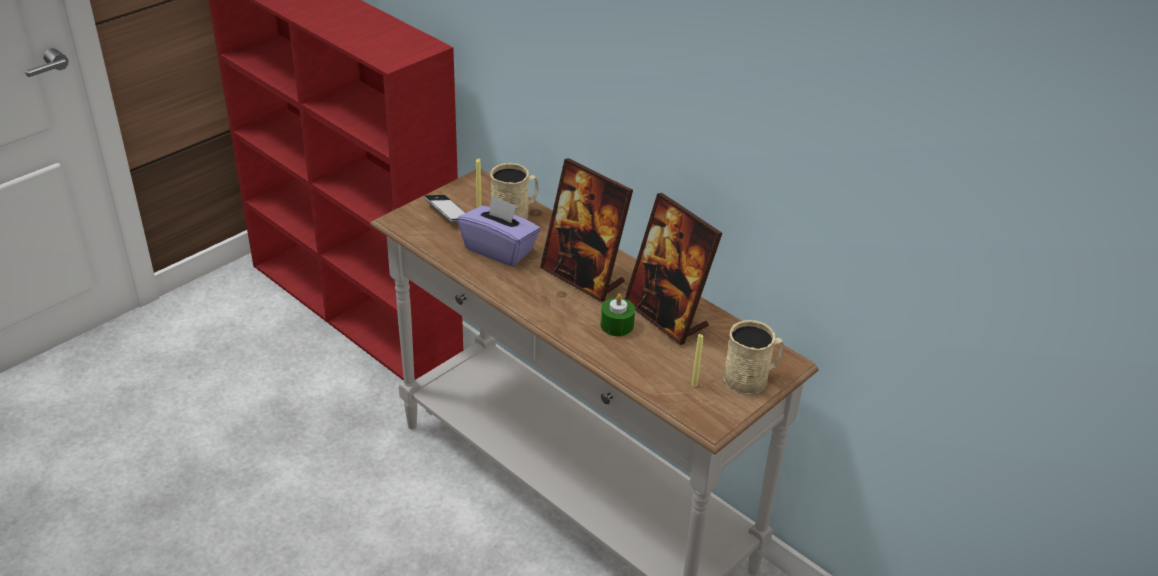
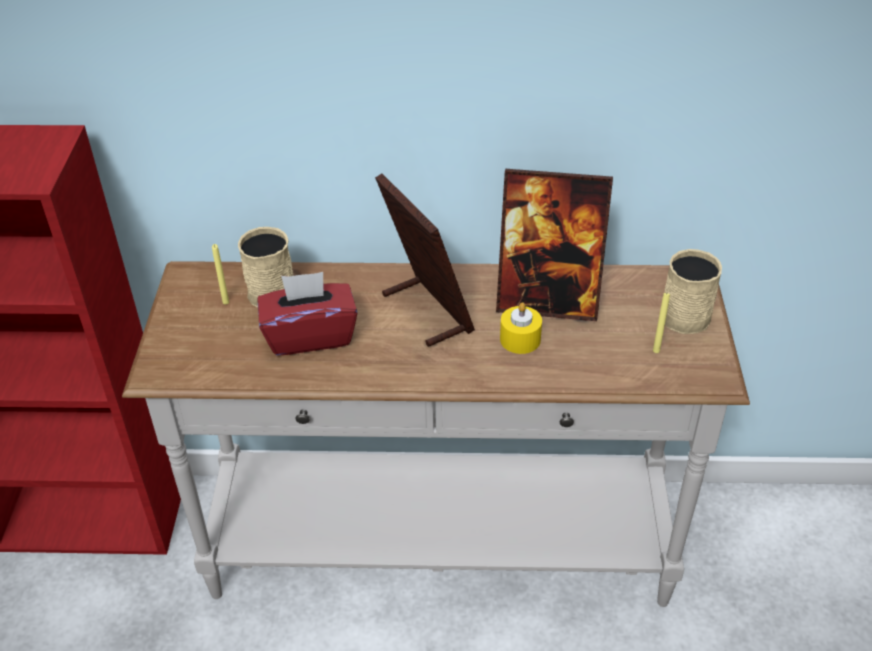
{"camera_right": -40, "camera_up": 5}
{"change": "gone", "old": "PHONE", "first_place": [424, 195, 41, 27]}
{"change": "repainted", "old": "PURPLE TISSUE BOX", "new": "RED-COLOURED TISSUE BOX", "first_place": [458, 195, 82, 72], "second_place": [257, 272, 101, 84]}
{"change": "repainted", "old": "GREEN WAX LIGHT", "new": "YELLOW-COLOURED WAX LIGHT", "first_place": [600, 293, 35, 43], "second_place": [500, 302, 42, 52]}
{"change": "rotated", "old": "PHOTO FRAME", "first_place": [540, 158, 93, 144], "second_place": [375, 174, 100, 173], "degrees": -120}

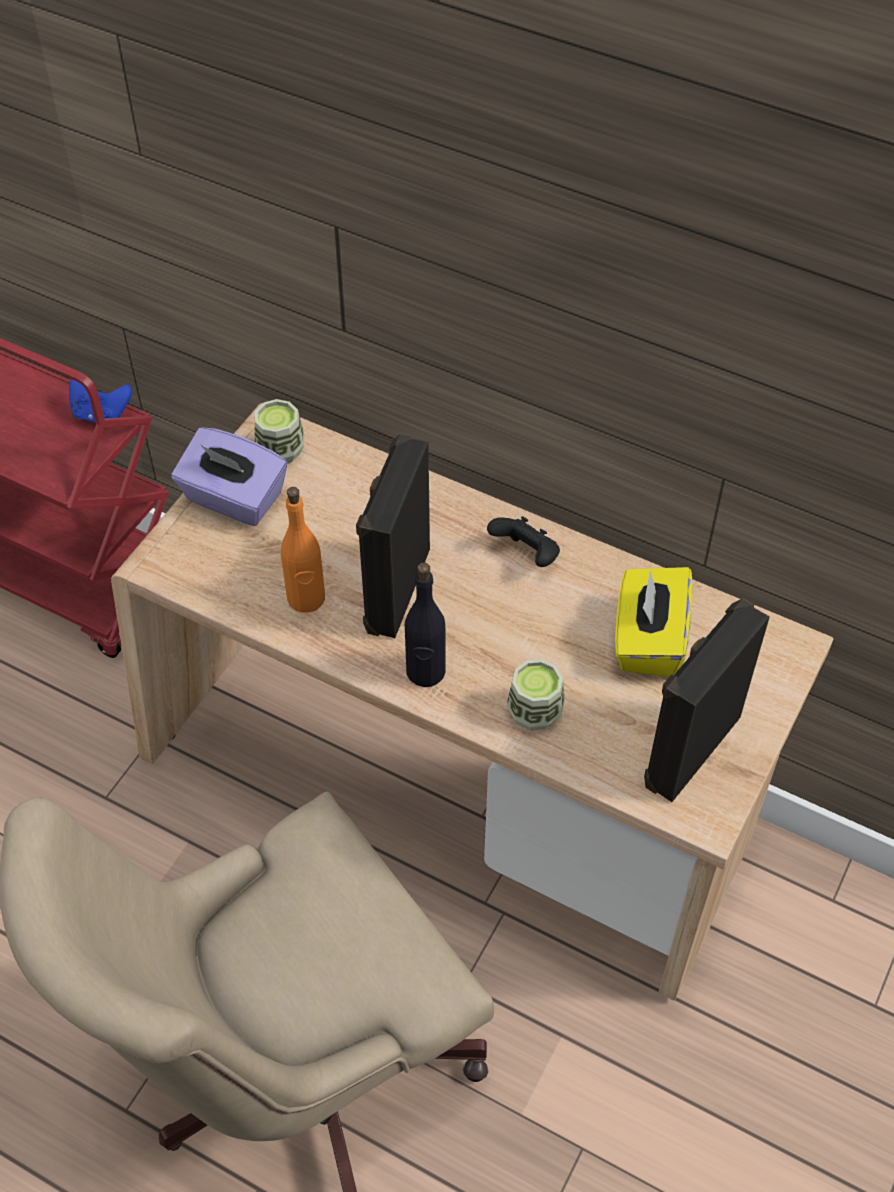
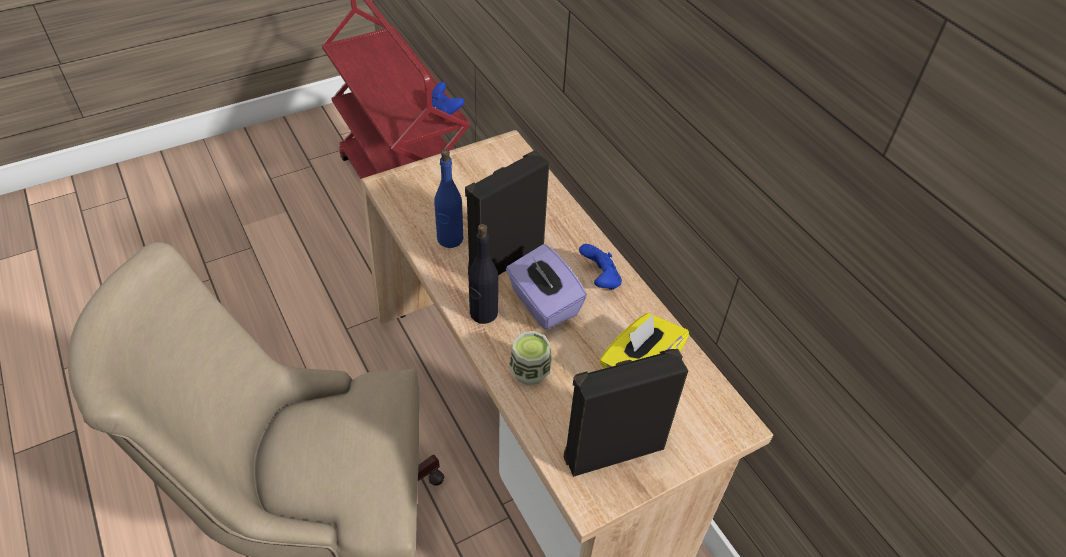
{"camera_right": 30, "camera_up": -5}
{"change": "gone", "old": "SMALL CUP", "first_place": [255, 399, 49, 64]}
{"change": "shifted", "old": "PURPLE TISSUE BOX", "first_place": [172, 427, 115, 99], "second_place": [506, 244, 81, 85]}
{"change": "repainted", "old": "ORANGE-COLOURED DRINK BOTTLE", "new": "BLUISH DRINK BOTTLE", "first_place": [281, 487, 44, 126], "second_place": [434, 149, 29, 99]}
{"change": "repainted", "old": "BLACK GAME CONTROLLER", "new": "BLUISH GAME CONTROLLER", "first_place": [487, 516, 73, 51], "second_place": [579, 244, 43, 46]}

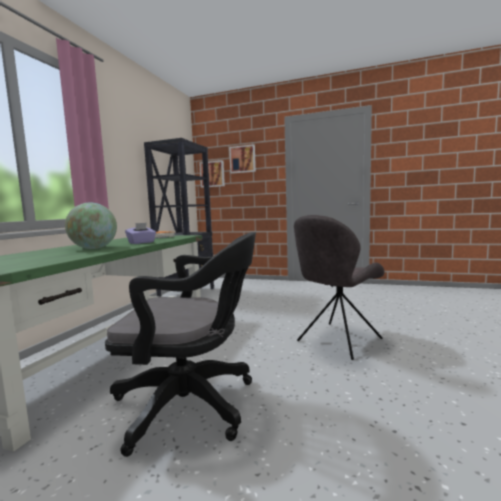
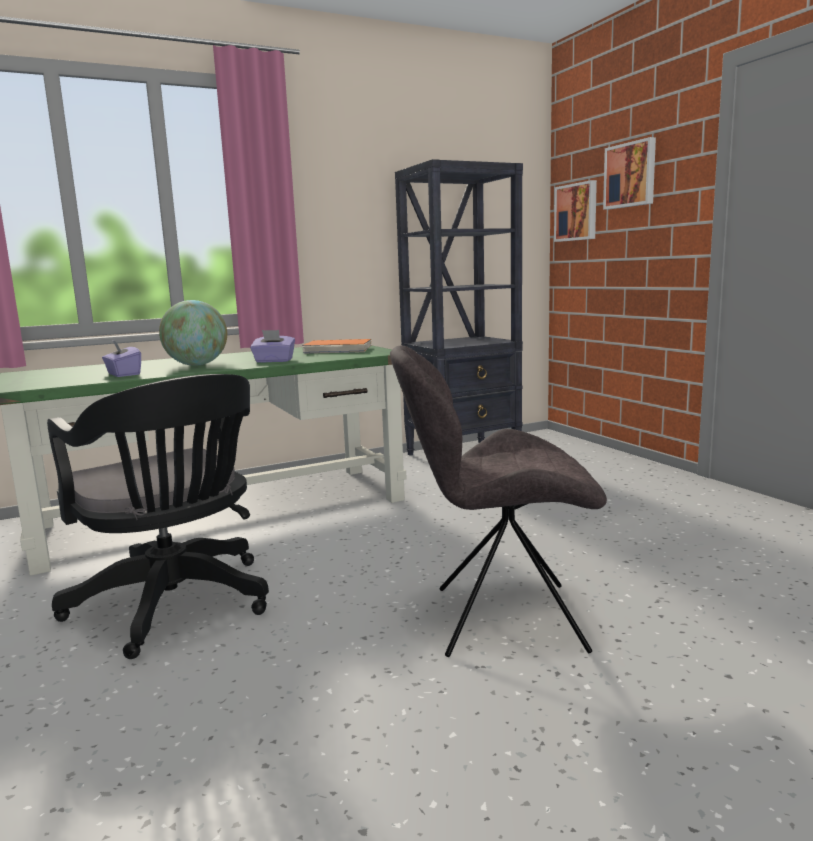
{"camera_right": 45, "camera_up": 5}
{"change": "new", "new": "PURPLE TISSUE BOX", "second_place": [102, 341, 39, 36]}

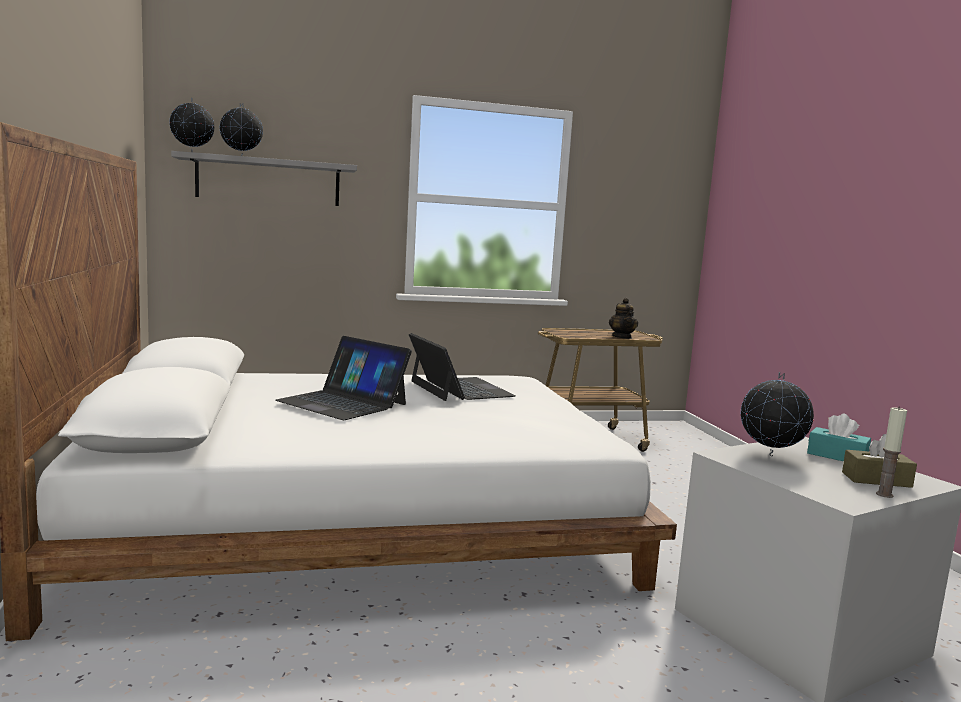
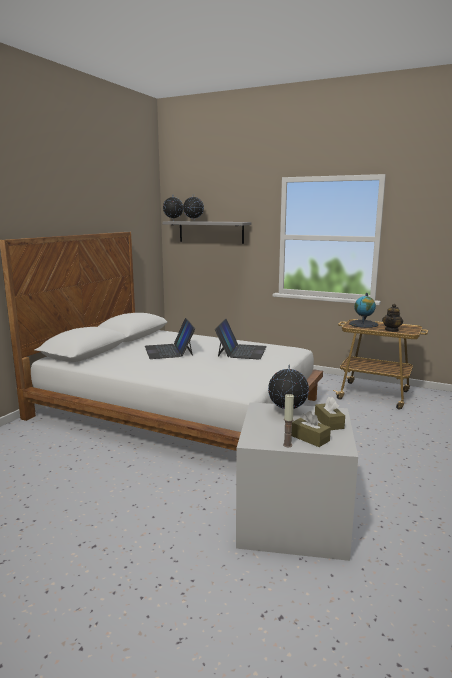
{"camera_right": 40, "camera_up": 5}
{"change": "new", "new": "DESK GLOBE", "second_place": [349, 293, 29, 35]}
{"change": "repainted", "old": "TURQUOISE-COLOURED TISSUE BOX", "new": "BROWNISH TISSUE BOX", "first_place": [807, 414, 64, 47], "second_place": [315, 397, 30, 33]}

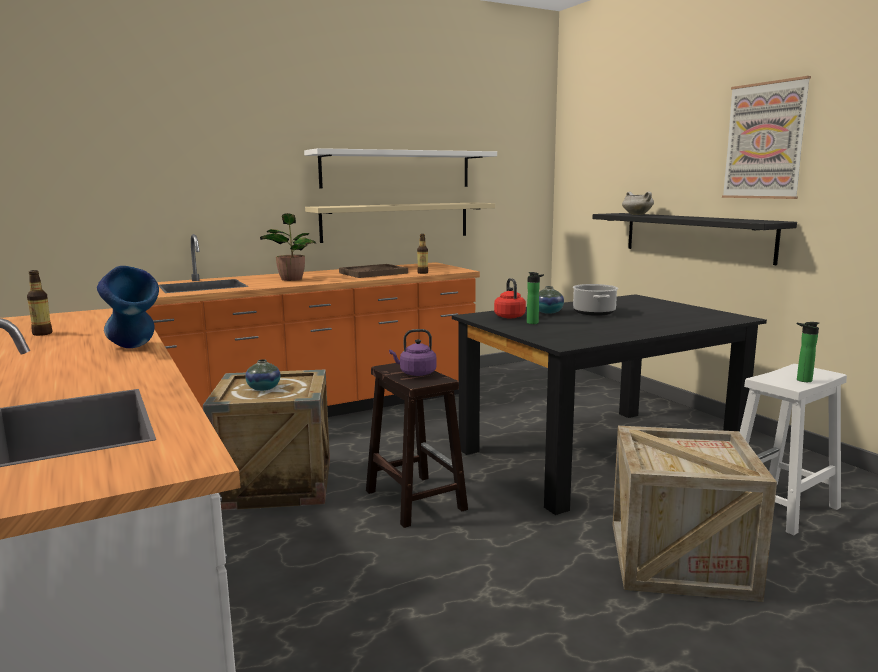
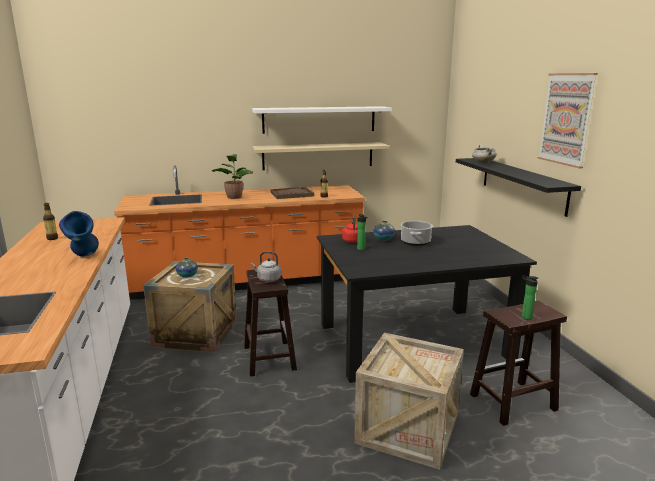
{"camera_right": 15, "camera_up": 5}
{"change": "repainted", "old": "PURPLE KETTLE", "new": "GREYISH KETTLE", "first_place": [389, 329, 47, 47], "second_place": [251, 251, 30, 31]}
{"change": "repainted", "old": "WHITE-COLOURED SITTING STOOL", "new": "BROWNISH SITTING STOOL", "first_place": [740, 364, 107, 171], "second_place": [470, 301, 97, 125]}

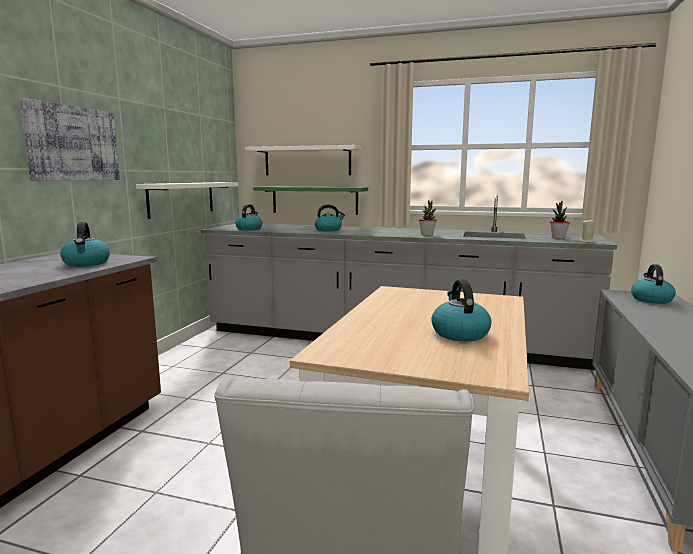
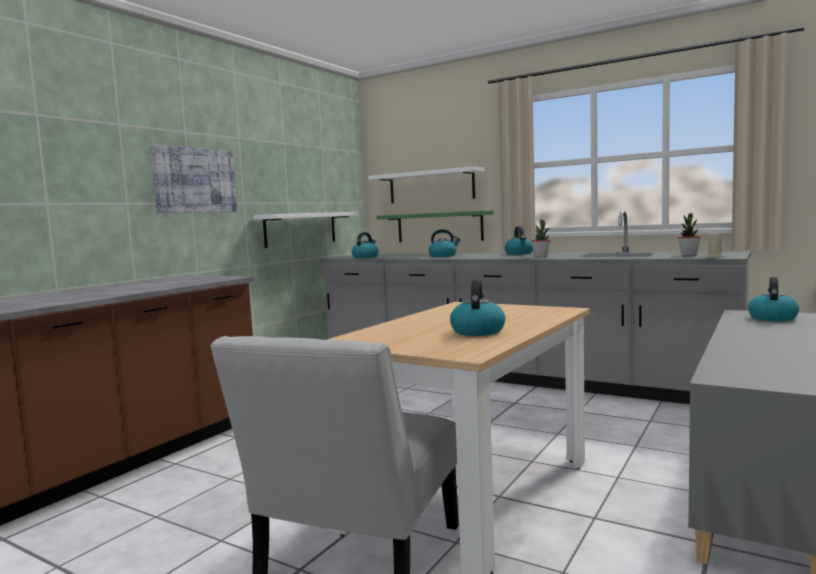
{"camera_right": 15, "camera_up": -5}
{"change": "shifted", "old": "KETTLE", "first_place": [60, 222, 50, 44], "second_place": [505, 226, 28, 29]}

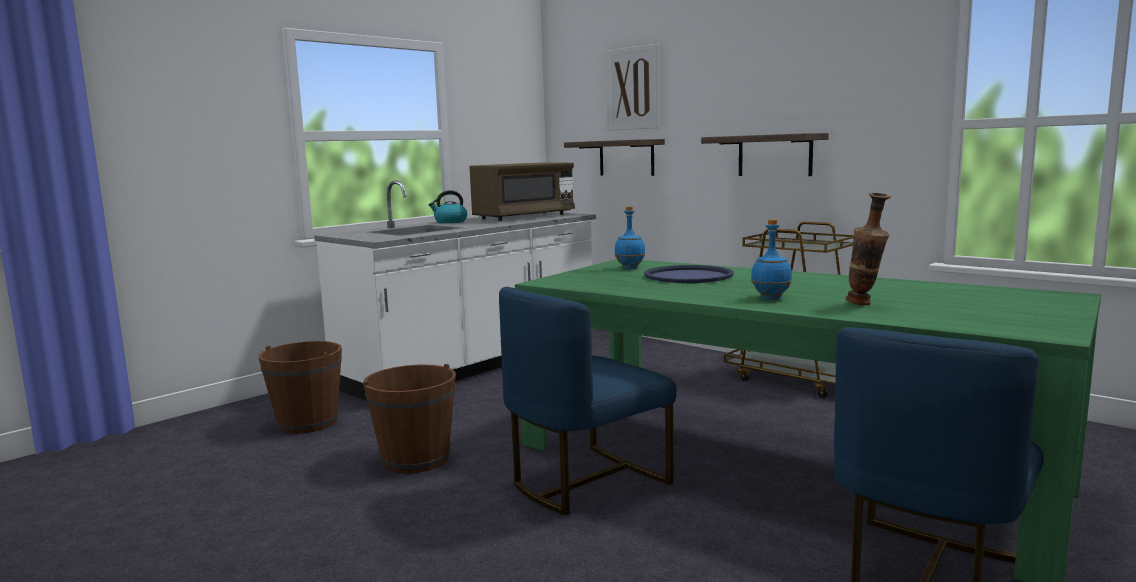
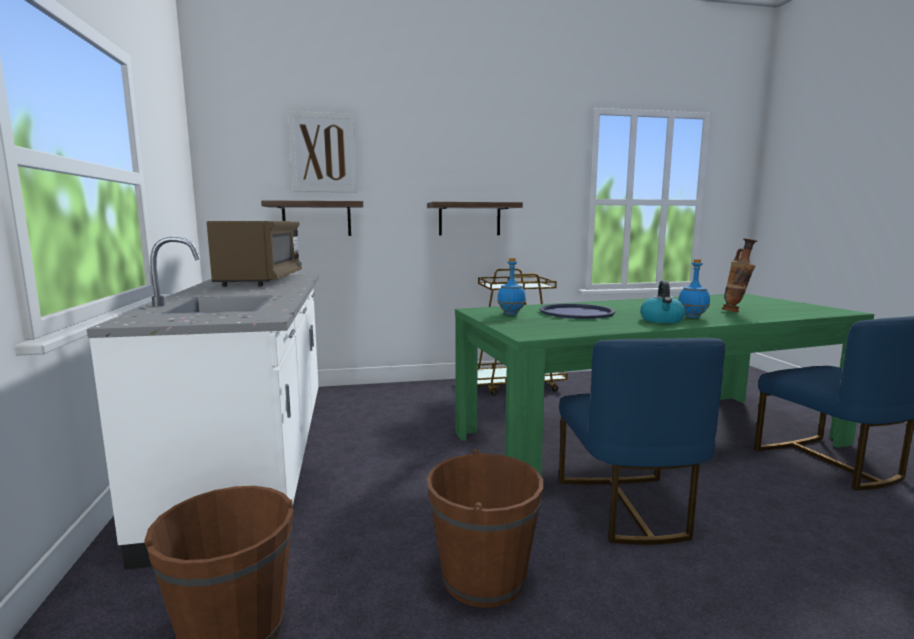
{"camera_right": -55, "camera_up": 0}
{"change": "shifted", "old": "KETTLE", "first_place": [429, 190, 38, 33], "second_place": [640, 280, 45, 43]}

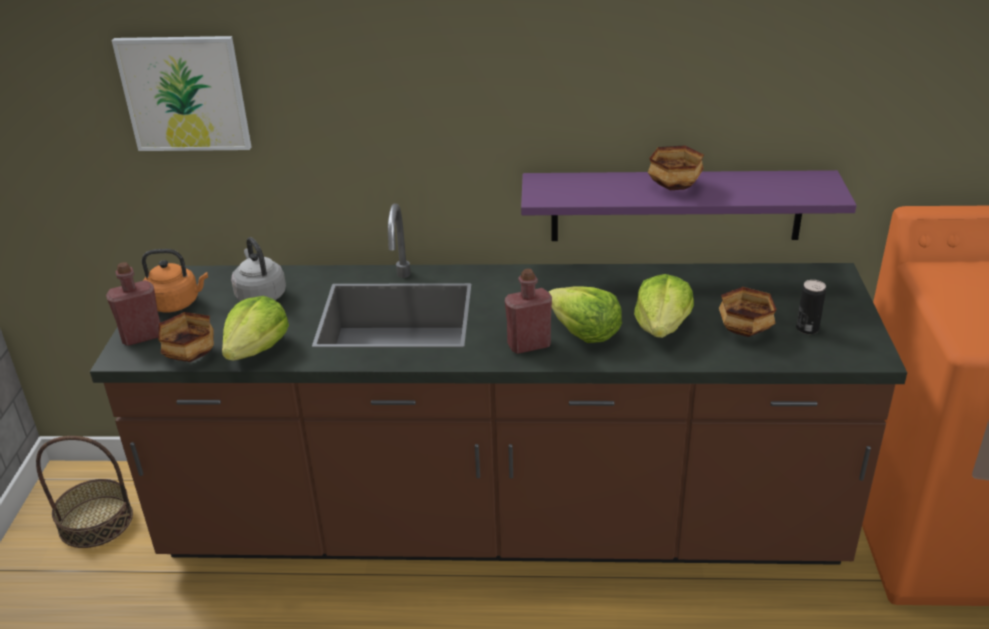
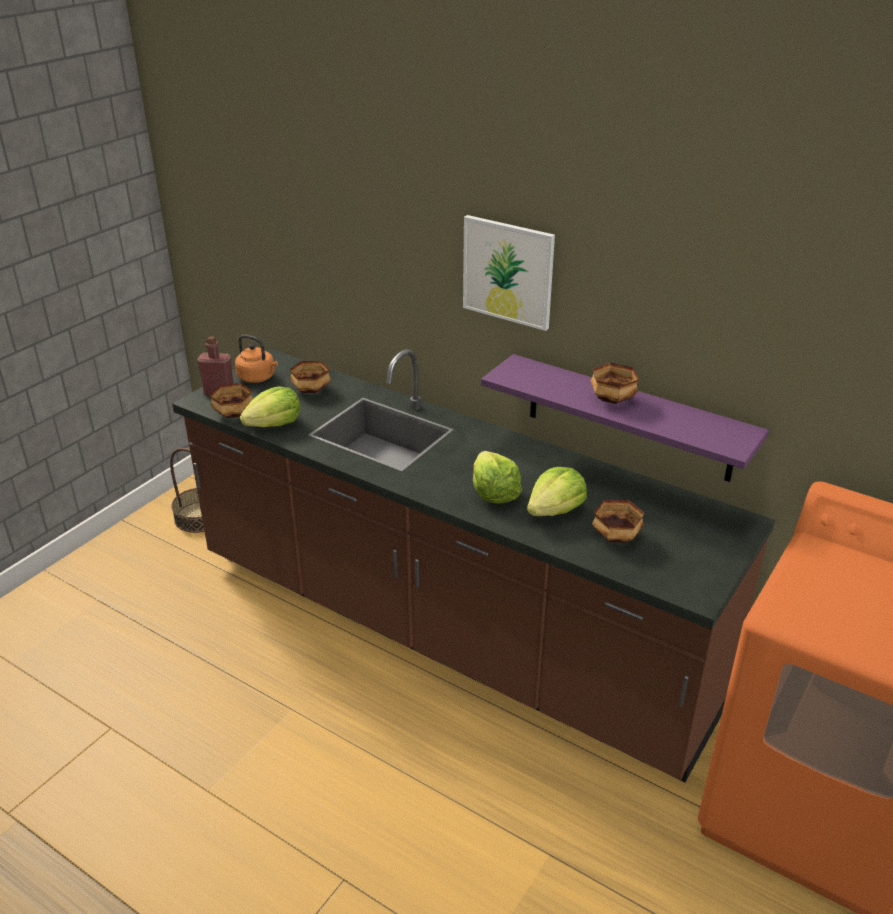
{"camera_right": 30, "camera_up": 0}
{"change": "gone", "old": "RED-COLOURED DRINK BOTTLE", "first_place": [505, 269, 47, 85]}
{"change": "gone", "old": "METAL CAN", "first_place": [796, 280, 30, 54]}
{"change": "shifted", "old": "WALL ART", "first_place": [112, 36, 139, 115], "second_place": [463, 215, 92, 116]}
{"change": "swapped", "old": "GREYISH KETTLE", "new": "BOWL", "first_place": [231, 237, 55, 64], "second_place": [290, 361, 41, 32]}

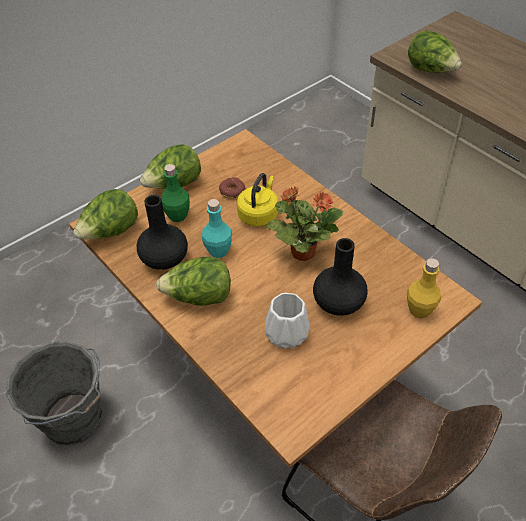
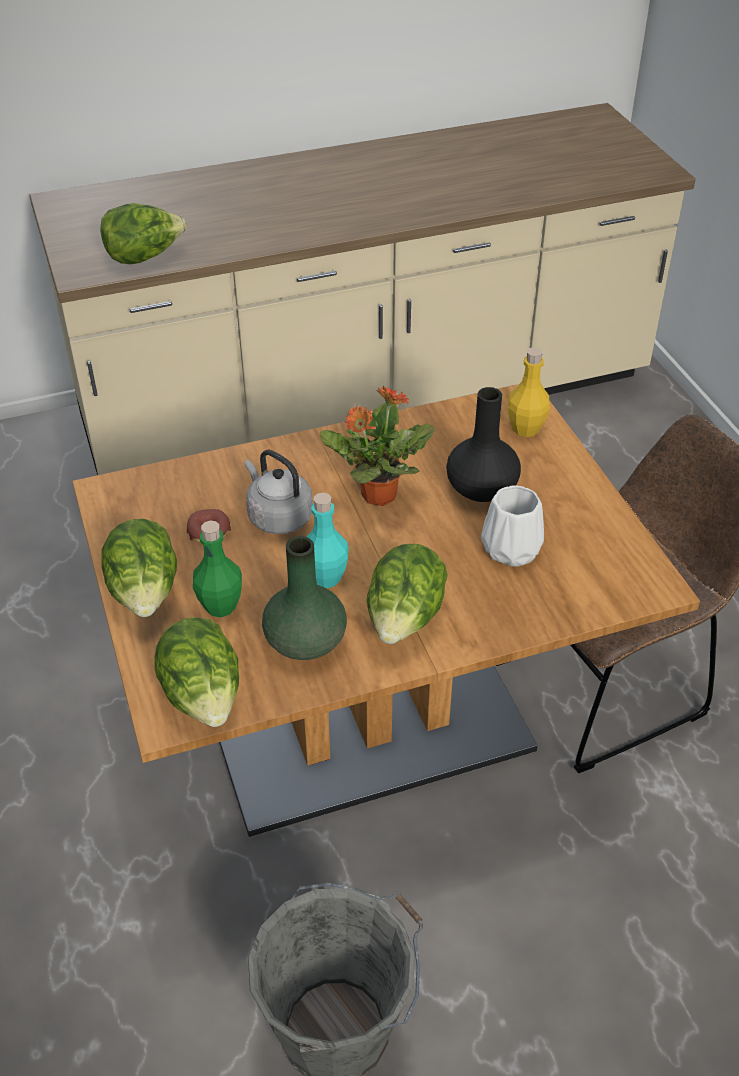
{"camera_right": -70, "camera_up": -5}
{"change": "repainted", "old": "BLACK FLOWER VASE", "new": "GREEN FLOWER VASE", "first_place": [137, 195, 51, 75], "second_place": [262, 536, 85, 124]}
{"change": "repainted", "old": "YELLOW-COLOURED KETTLE", "new": "GREYISH KETTLE", "first_place": [237, 173, 41, 54], "second_place": [245, 450, 68, 84]}

